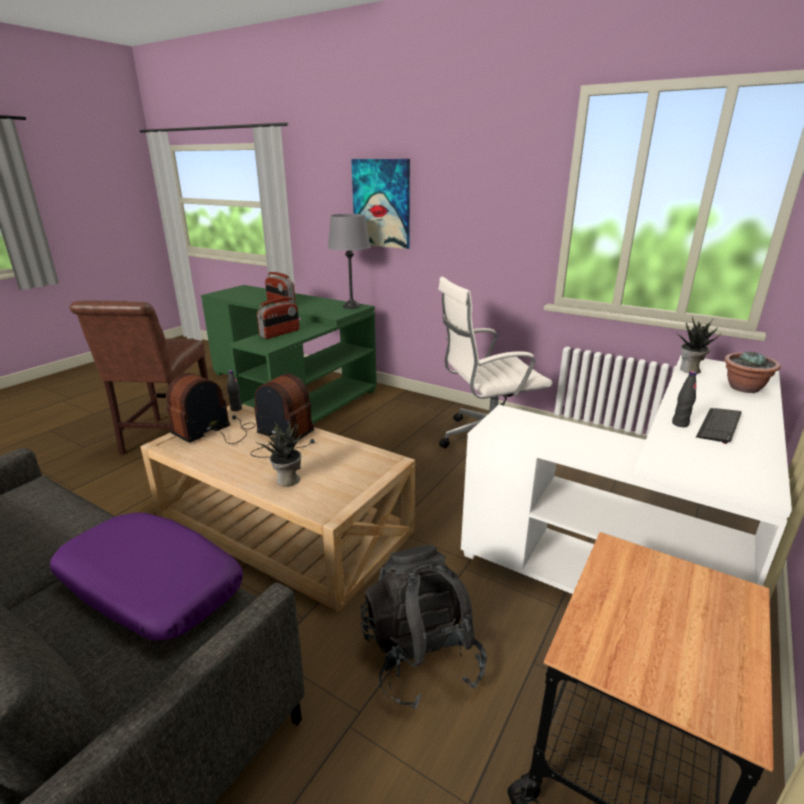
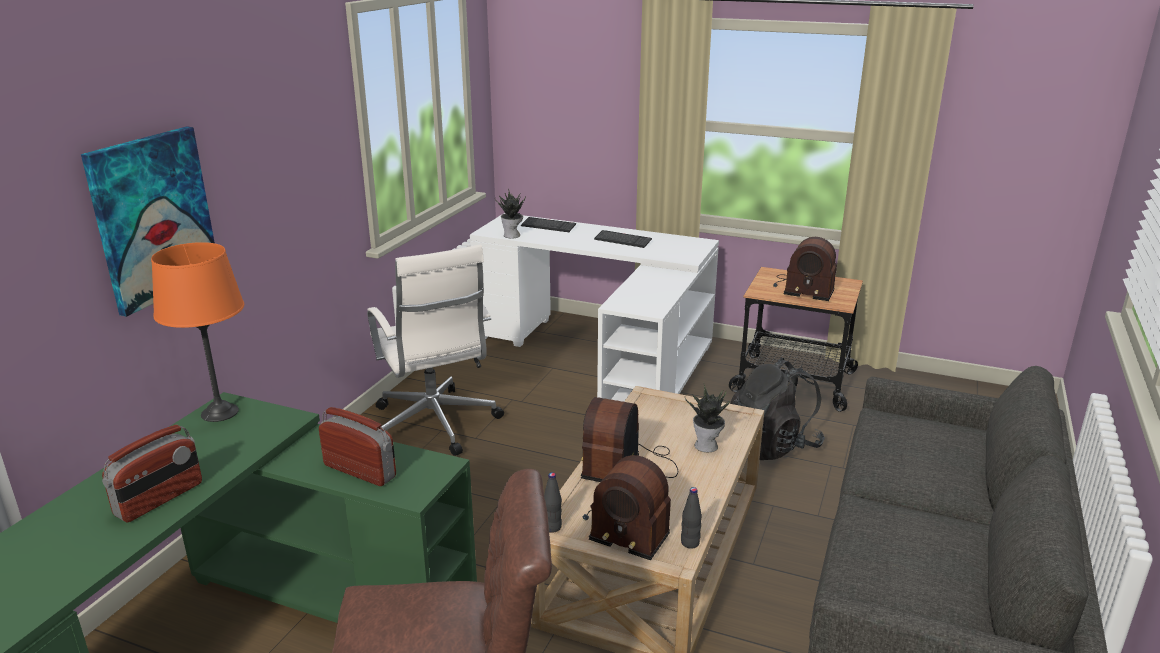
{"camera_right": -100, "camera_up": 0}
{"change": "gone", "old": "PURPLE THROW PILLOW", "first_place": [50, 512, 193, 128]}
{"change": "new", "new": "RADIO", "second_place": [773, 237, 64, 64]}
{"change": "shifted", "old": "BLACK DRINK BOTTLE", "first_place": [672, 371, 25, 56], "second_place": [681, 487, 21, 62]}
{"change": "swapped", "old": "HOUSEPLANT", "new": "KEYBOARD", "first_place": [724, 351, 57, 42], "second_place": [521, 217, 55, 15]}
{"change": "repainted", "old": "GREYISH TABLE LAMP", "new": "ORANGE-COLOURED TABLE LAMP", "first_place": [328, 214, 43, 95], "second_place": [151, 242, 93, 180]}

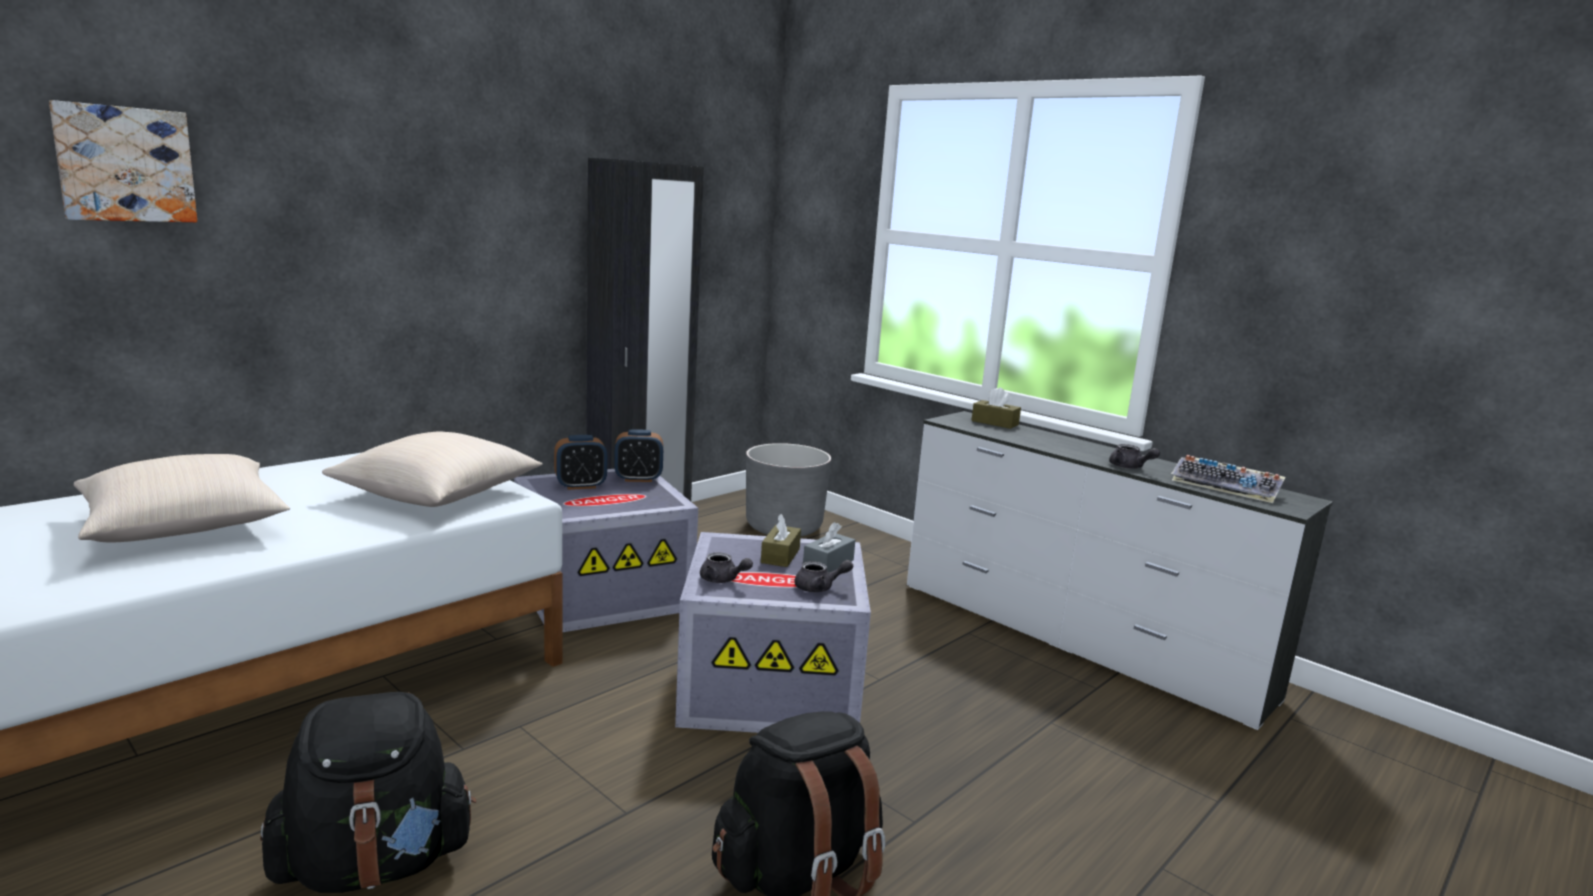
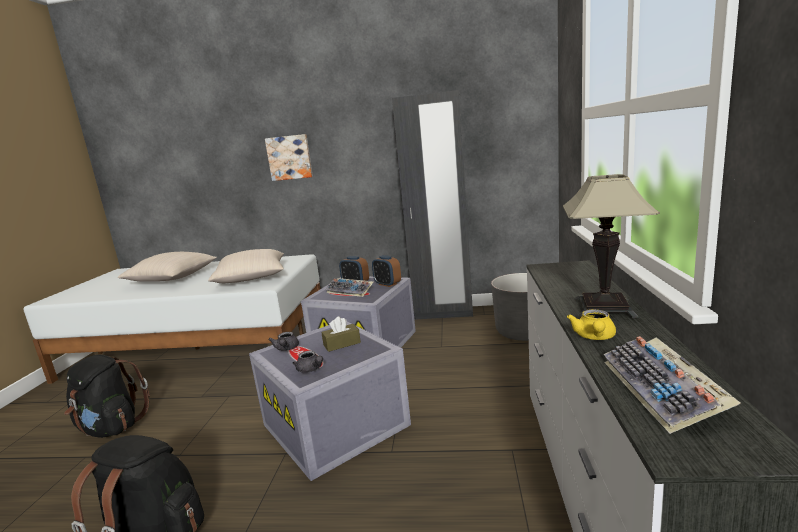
{"camera_right": 55, "camera_up": 0}
{"change": "gone", "old": "GREYISH TISSUE BOX", "first_place": [803, 522, 52, 51]}
{"change": "gone", "old": "BROWNISH TISSUE BOX", "first_place": [971, 388, 50, 41]}
{"change": "new", "new": "KEYBOARD", "second_place": [325, 278, 49, 19]}
{"change": "new", "new": "TABLE LAMP", "second_place": [563, 174, 97, 144]}
{"change": "shifted", "old": "WALL ART", "first_place": [49, 100, 148, 122], "second_place": [265, 134, 48, 47]}
{"change": "repainted", "old": "GREYISH TEA POT", "new": "YELLOW-COLOURED TEA POT", "first_place": [1109, 444, 51, 25], "second_place": [567, 309, 49, 31]}

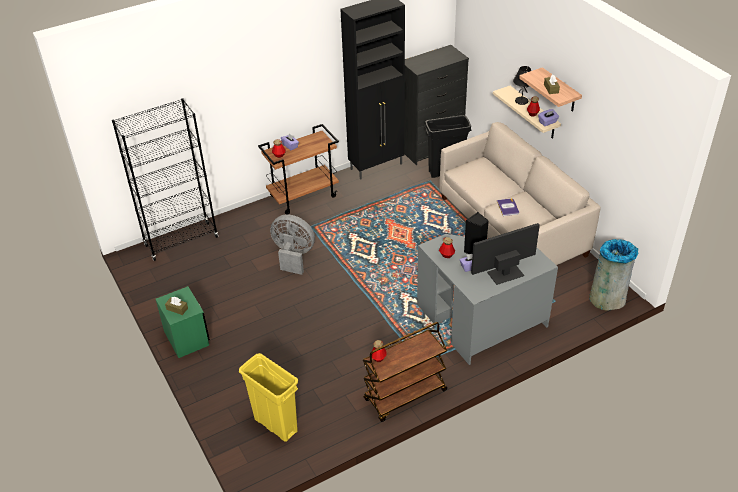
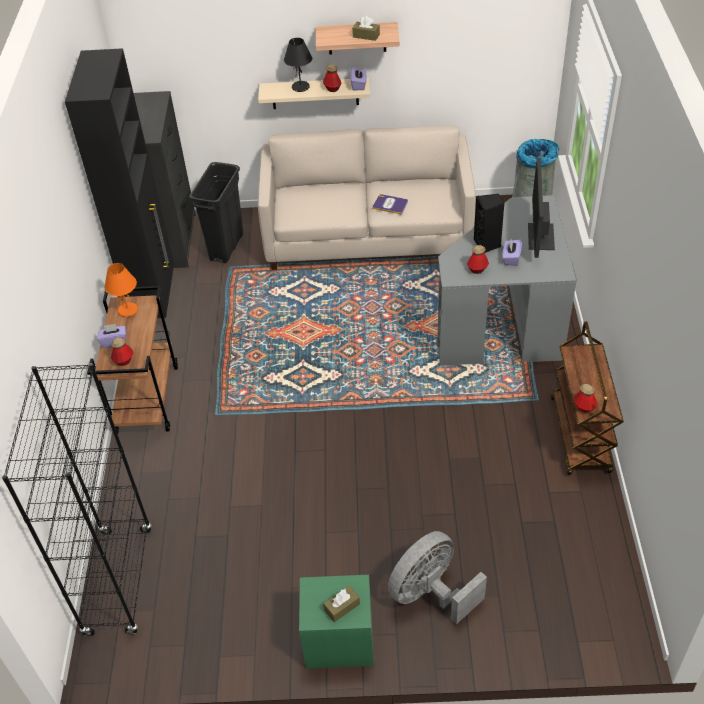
{"camera_right": -60, "camera_up": 5}
{"change": "gone", "old": "YELLOW-COLOURED RUBBISH BIN", "first_place": [239, 353, 59, 89]}
{"change": "new", "new": "ORANGE-COLOURED TABLE LAMP", "second_place": [104, 263, 34, 54]}
{"change": "shifted", "old": "GREYISH FAN", "first_place": [270, 215, 45, 60], "second_place": [388, 531, 99, 93]}

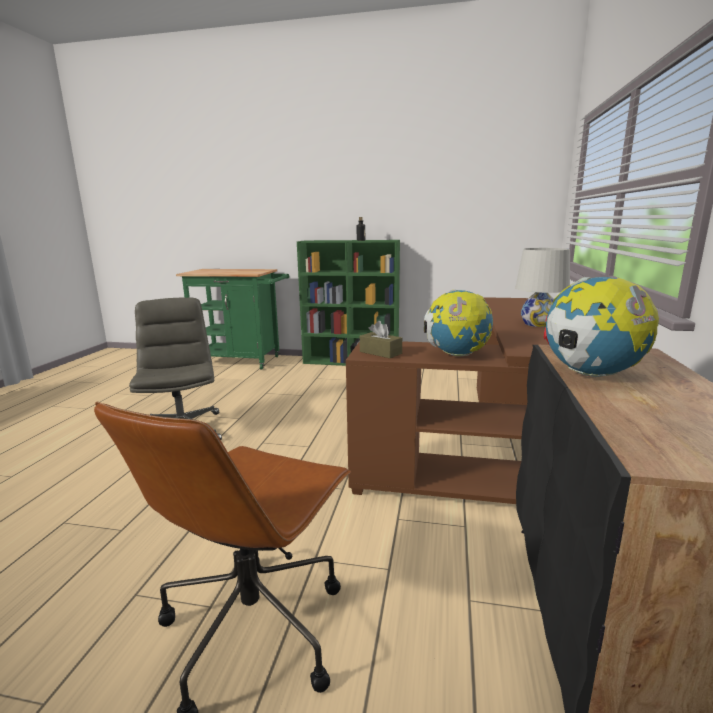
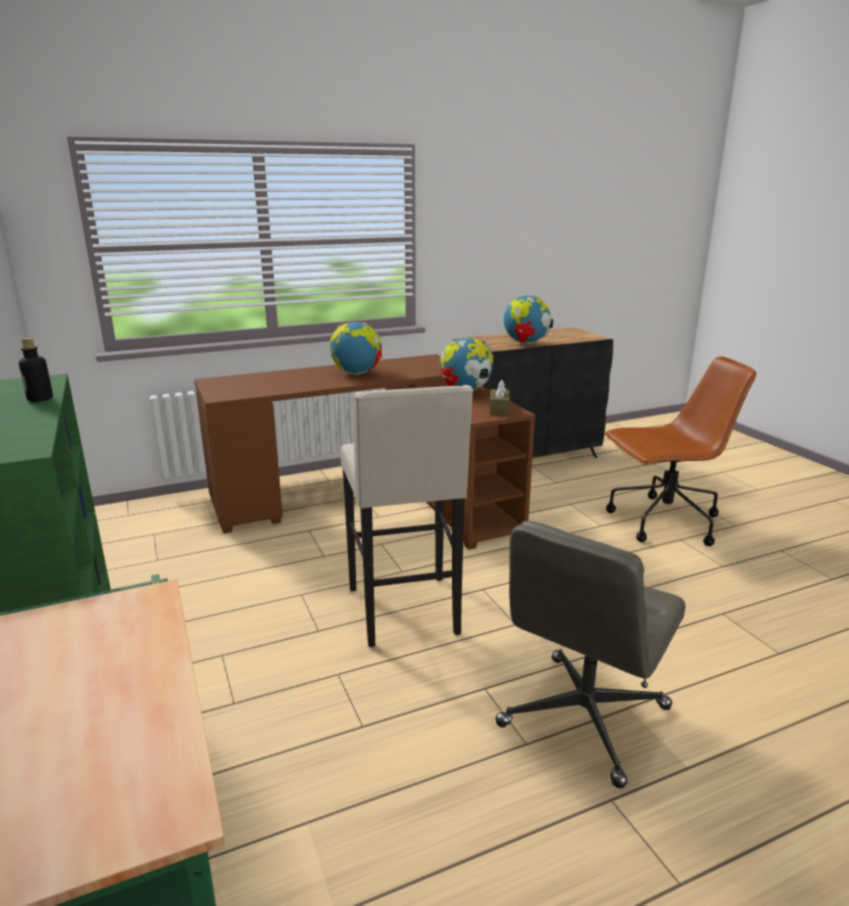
{"camera_right": -125, "camera_up": 5}
{"change": "new", "new": "BEIGE-COLOURED SITTING STOOL", "second_place": [340, 385, 133, 262]}
{"change": "swapped", "old": "WHITE-COLOURED TABLE LAMP", "new": "DESK GLOBE", "first_place": [515, 248, 55, 79], "second_place": [330, 322, 52, 53]}

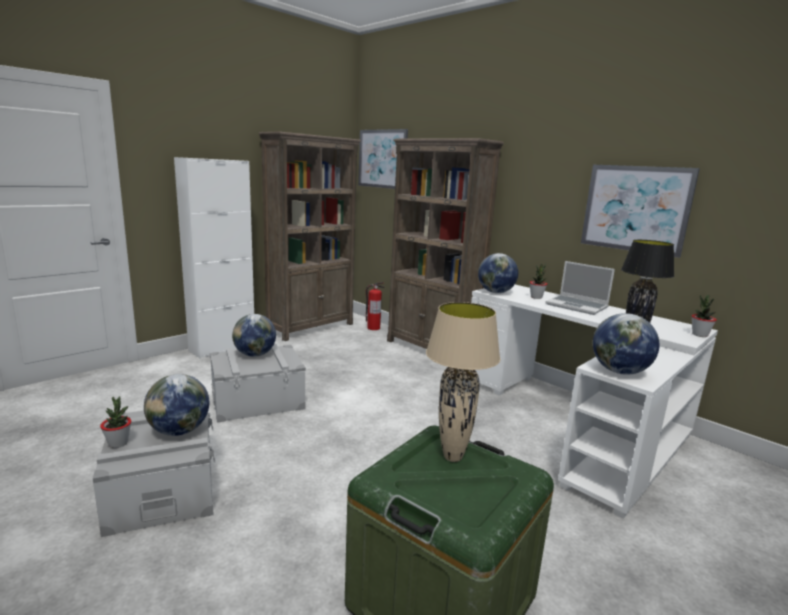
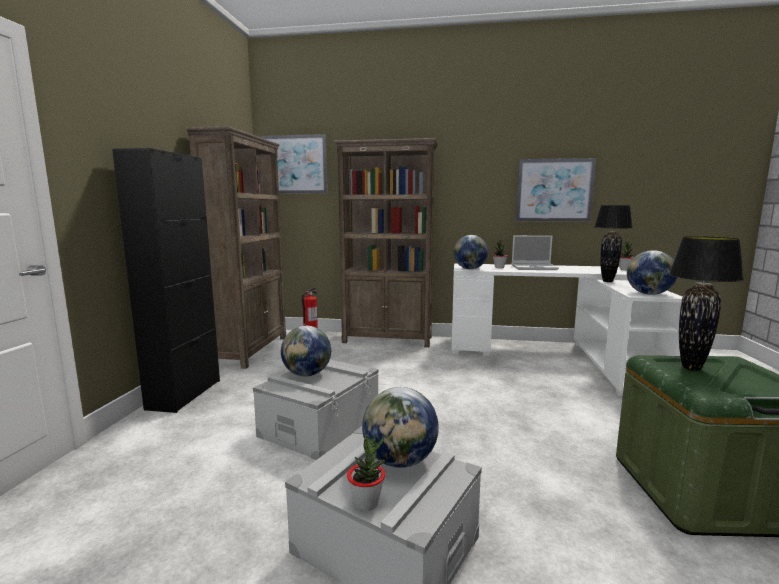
{"camera_right": -35, "camera_up": -5}
{"change": "repainted", "old": "WHITE-COLOURED CABINET", "new": "BLACK CABINET", "first_place": [174, 157, 80, 202], "second_place": [112, 148, 108, 265]}
{"change": "repainted", "old": "BEIGE-COLOURED TABLE LAMP", "new": "BLACK TABLE LAMP", "first_place": [426, 302, 75, 160], "second_place": [669, 236, 75, 135]}

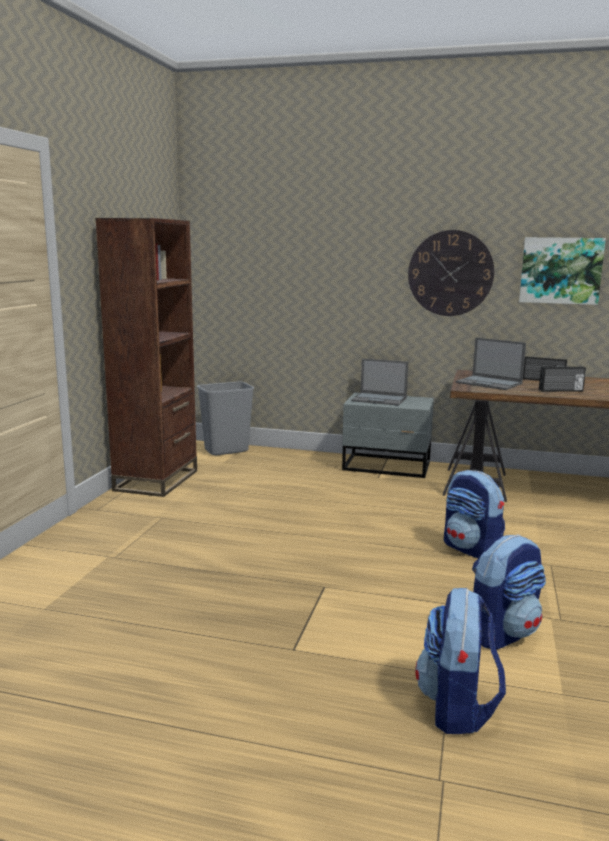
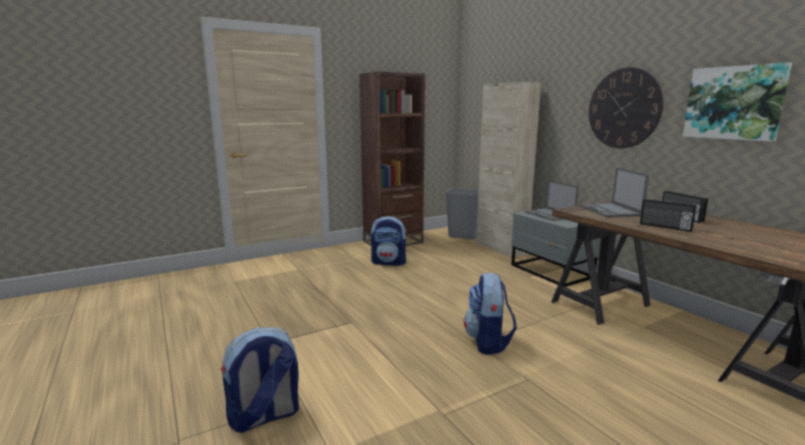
{"camera_right": 45, "camera_up": 0}
{"change": "new", "new": "BEIGE-COLOURED CABINET", "second_place": [476, 82, 65, 176]}
{"change": "shifted", "old": "RUCKSACK", "first_place": [472, 534, 74, 116], "second_place": [371, 216, 36, 50]}

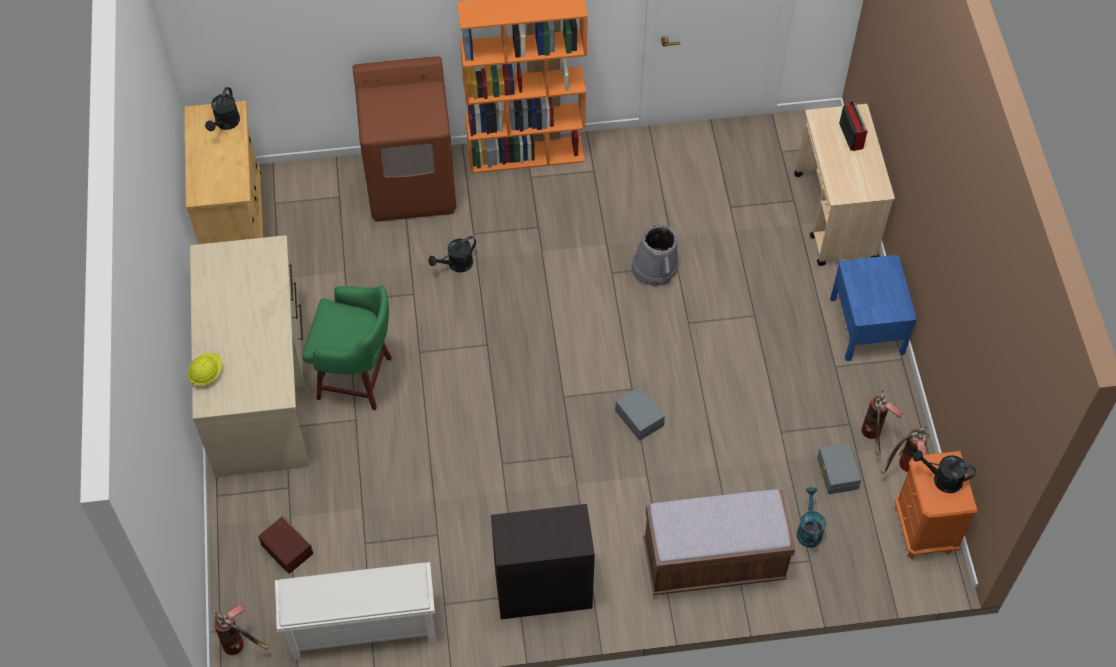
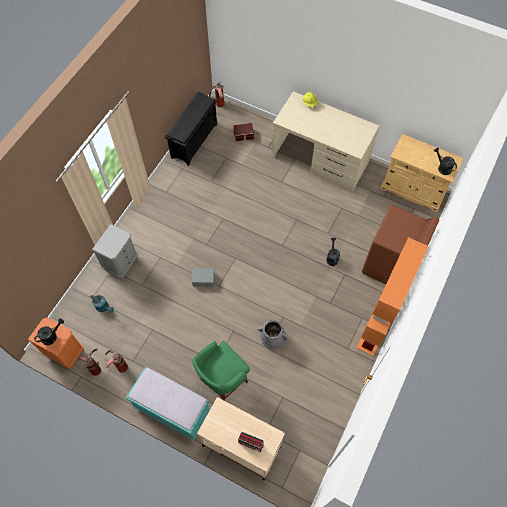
{"camera_right": 125, "camera_up": 5}
{"change": "gone", "old": "BLACK CABINET", "first_place": [491, 504, 104, 115]}
{"change": "gone", "old": "GREYISH STORAGE BIN", "first_place": [817, 443, 44, 51]}
{"change": "shifted", "old": "GREEN SITTING STOOL", "first_place": [302, 285, 90, 125], "second_place": [192, 341, 58, 60]}
{"change": "swapped", "old": "BROWNISH LONG SEAT", "new": "GREYISH NIGHT TABLE", "first_place": [643, 489, 152, 106], "second_place": [92, 224, 46, 55]}
{"change": "swapped", "old": "BLUISH NIGHT TABLE", "new": "TURQUOISE-COLOURED LONG SEAT", "first_place": [830, 255, 87, 106], "second_place": [126, 367, 84, 74]}
{"change": "repainted", "old": "WHITE-COLOURED SHOE STAND", "new": "BLACK SHOE STAND", "first_place": [275, 562, 161, 98], "second_place": [165, 92, 52, 74]}

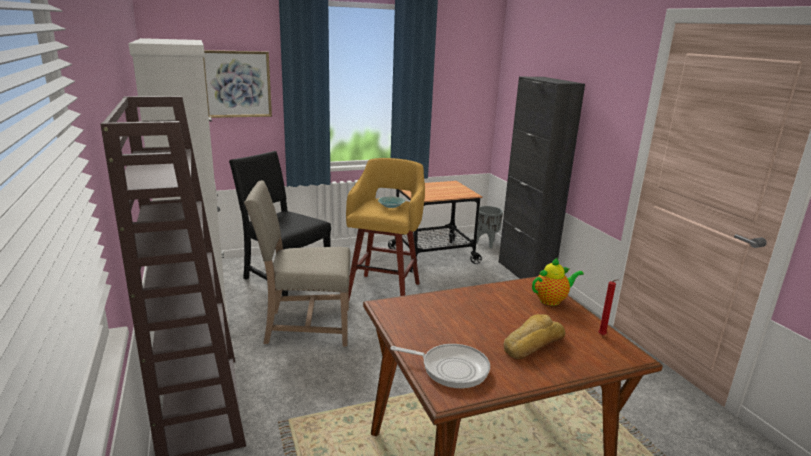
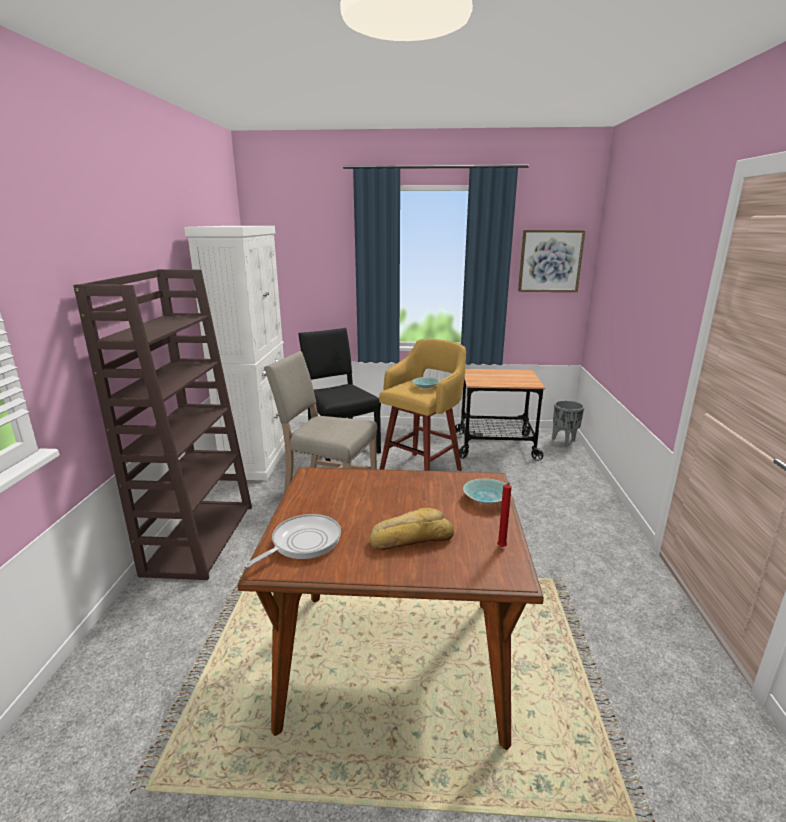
{"camera_right": 25, "camera_up": 0}
{"change": "gone", "old": "BLACK CABINET", "first_place": [498, 77, 87, 202]}
{"change": "shifted", "old": "WALL ART", "first_place": [203, 50, 69, 68], "second_place": [518, 230, 68, 62]}
{"change": "swapped", "old": "TEA POT", "new": "TURQUOISE-COLOURED BOWL", "first_place": [532, 257, 52, 49], "second_place": [463, 479, 49, 25]}
{"change": "rotated", "old": "PAN", "first_place": [390, 344, 100, 44], "second_place": [245, 514, 96, 53], "degrees": -90}

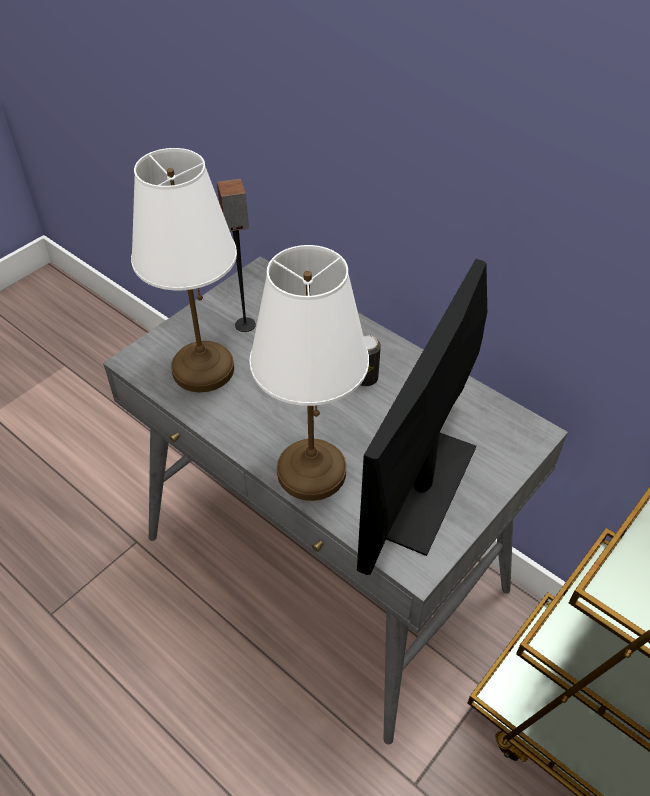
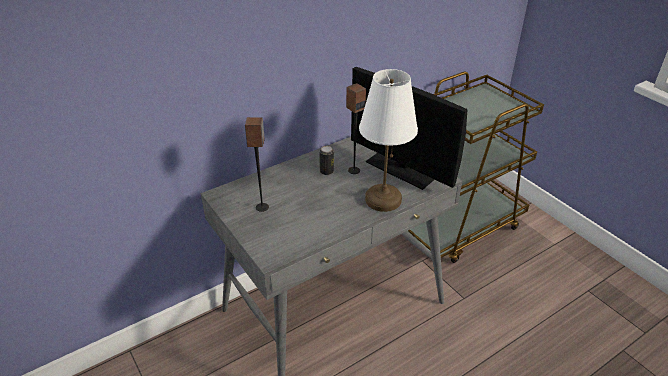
{"camera_right": -75, "camera_up": -10}
{"change": "gone", "old": "WHITE-COLOURED TABLE LAMP", "first_place": [131, 148, 106, 244]}
{"change": "new", "new": "SPEAKER", "second_place": [346, 83, 20, 91]}

